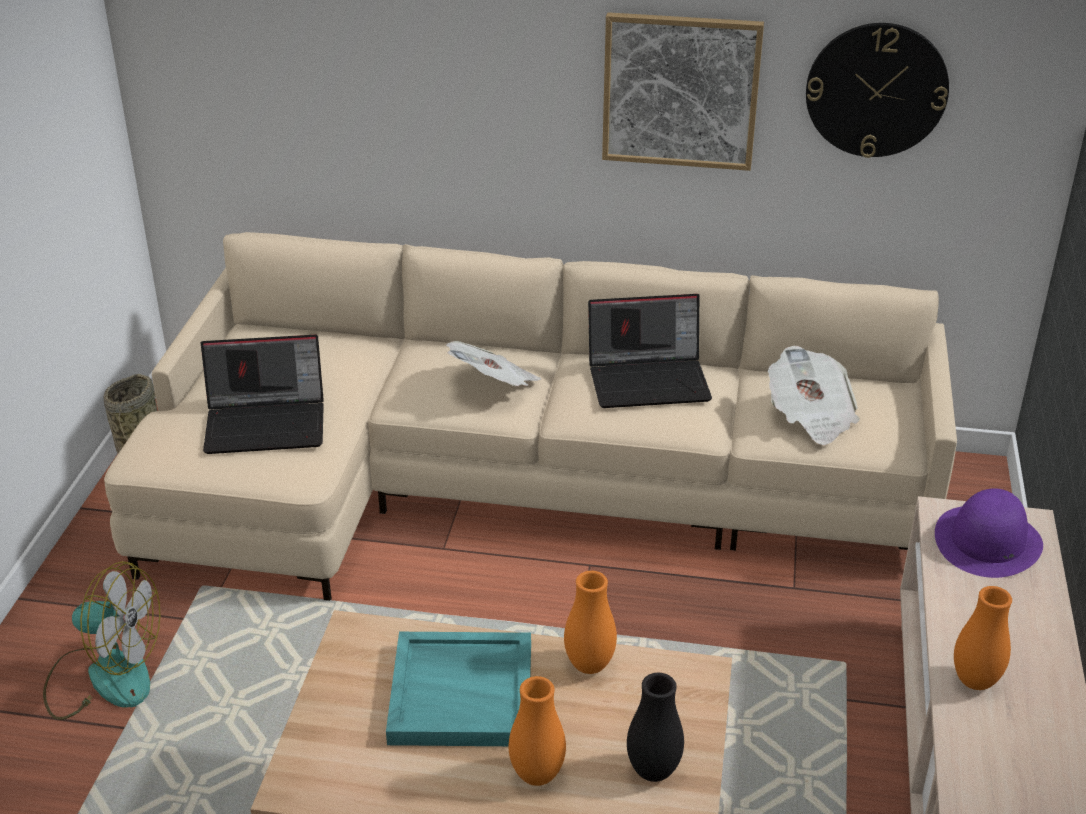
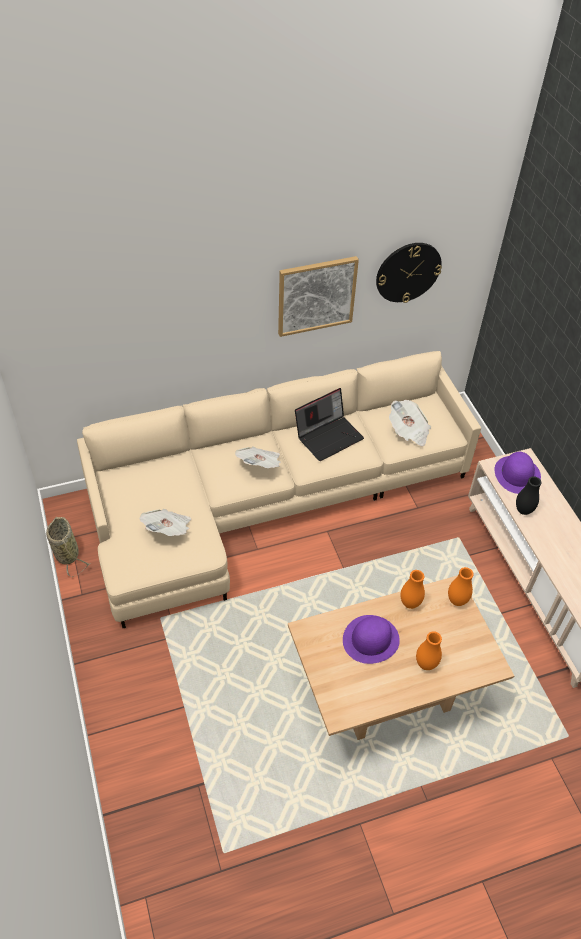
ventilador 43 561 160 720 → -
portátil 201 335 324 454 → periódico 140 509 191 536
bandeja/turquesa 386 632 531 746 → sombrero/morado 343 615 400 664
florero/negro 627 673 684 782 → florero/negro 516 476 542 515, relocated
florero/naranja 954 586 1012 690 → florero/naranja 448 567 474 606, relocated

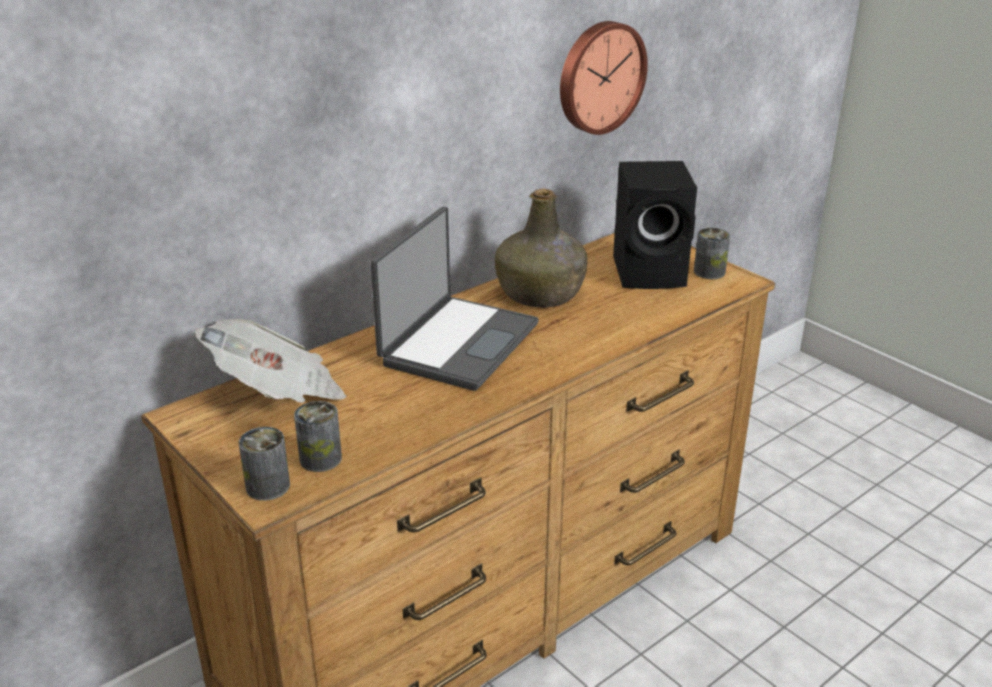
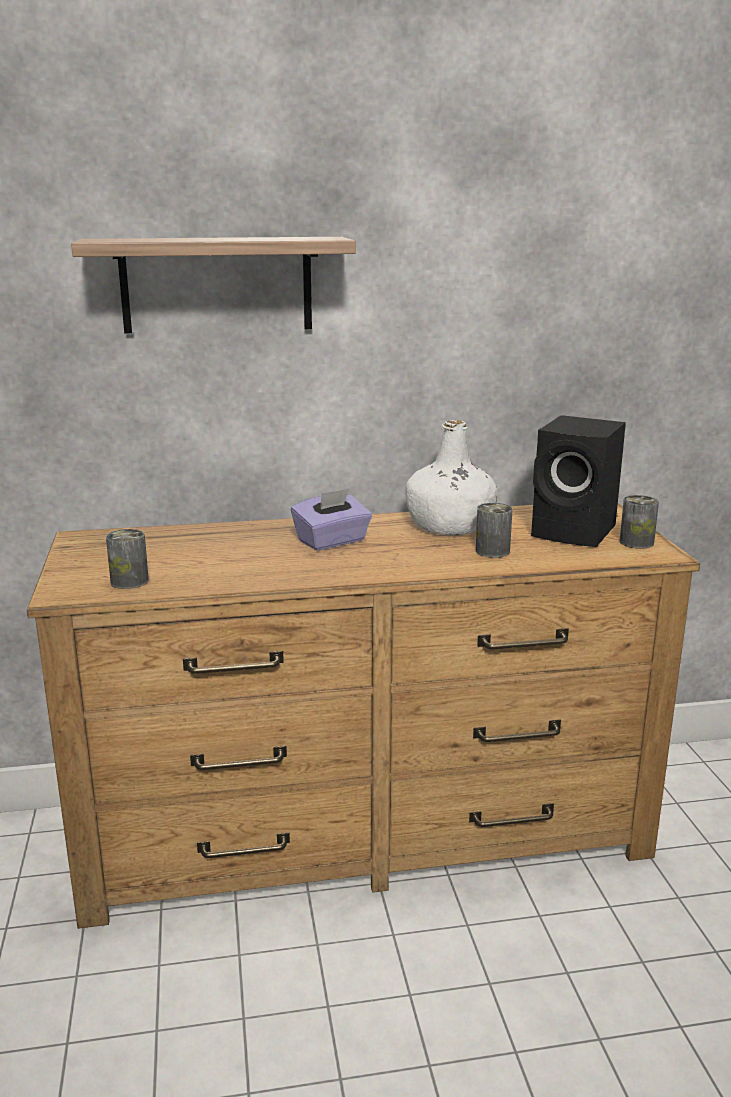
periódico 195 319 347 403 → -
lata 239 427 290 501 → lata 476 503 512 558, relocated
portátil 370 206 538 391 → caja de pañuelos/morado 291 489 372 551
botella/verde 495 188 588 308 → botella/blanco 405 420 498 535
reloj de pared 560 21 648 135 → -
- → estante 71 237 356 334

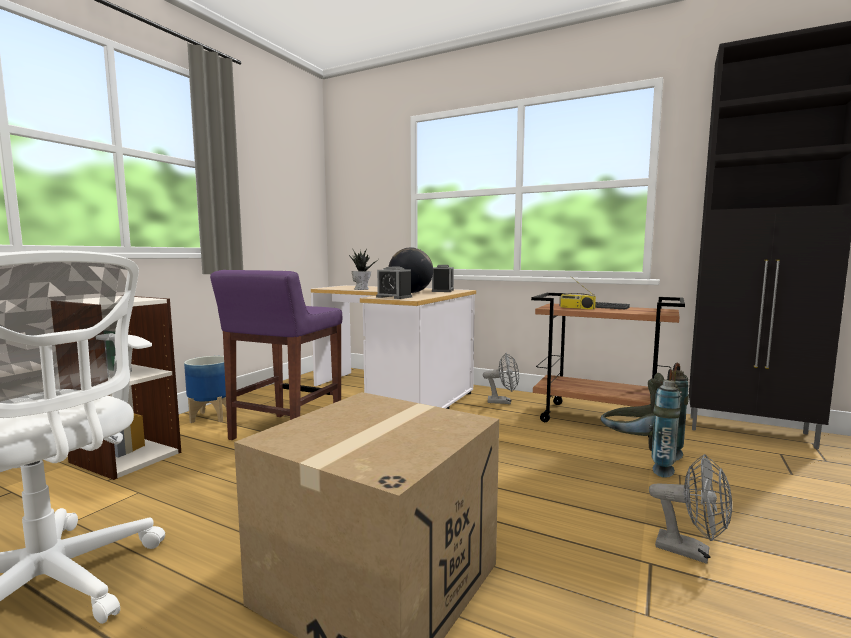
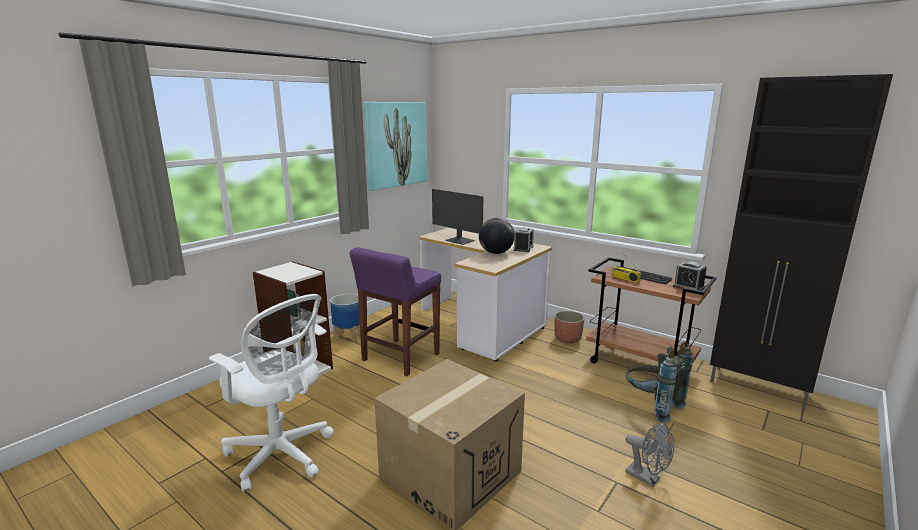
planta en maceta 349 248 376 290 → monitor 432 189 483 245
despertador 376 266 412 299 → despertador 673 261 707 291, relocated
ventilador/gris 483 353 519 404 → maceta 554 311 584 344
- → cuadro 363 102 427 191

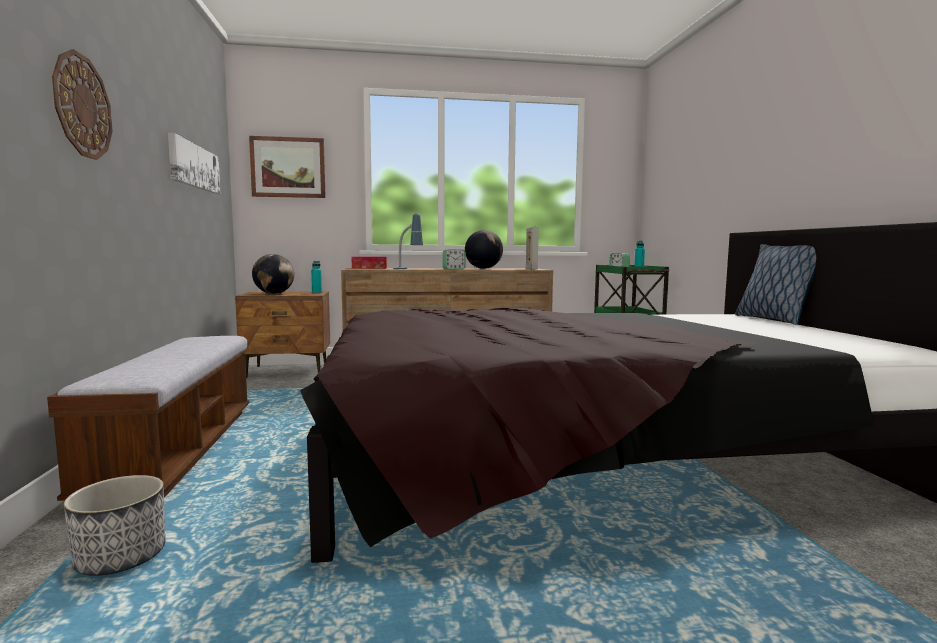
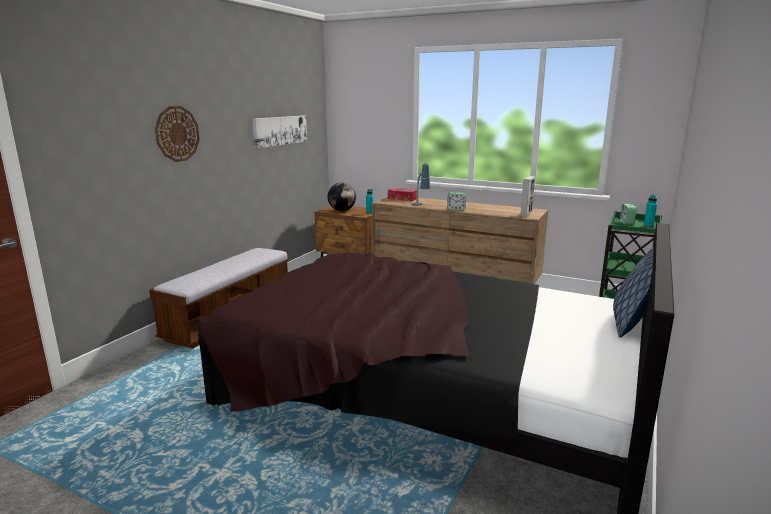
maceta 64 475 166 576 → -
cuadro 249 136 326 198 → -
globo terráqueo 465 230 503 269 → -

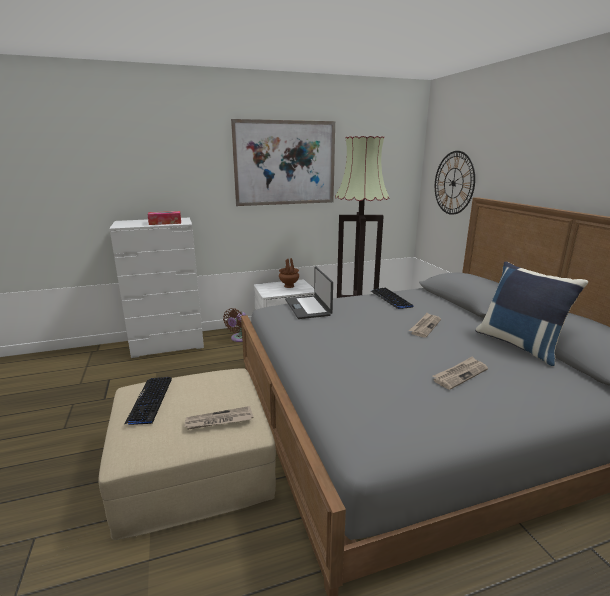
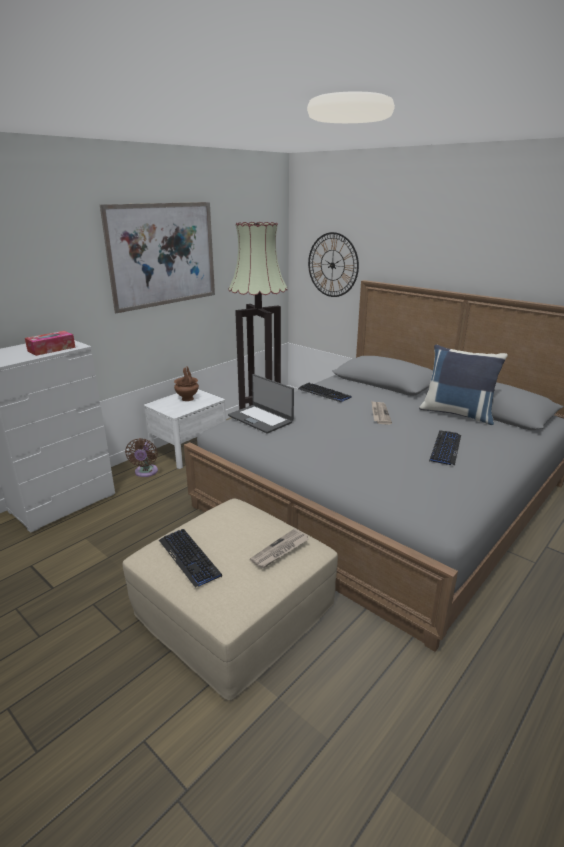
periódico 432 357 488 390 → teclado 429 430 461 466

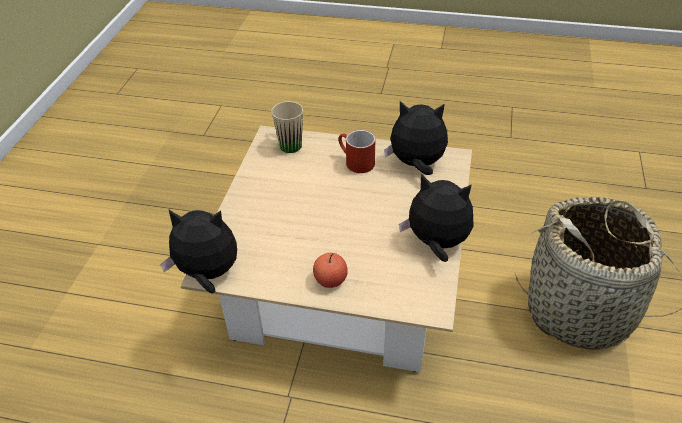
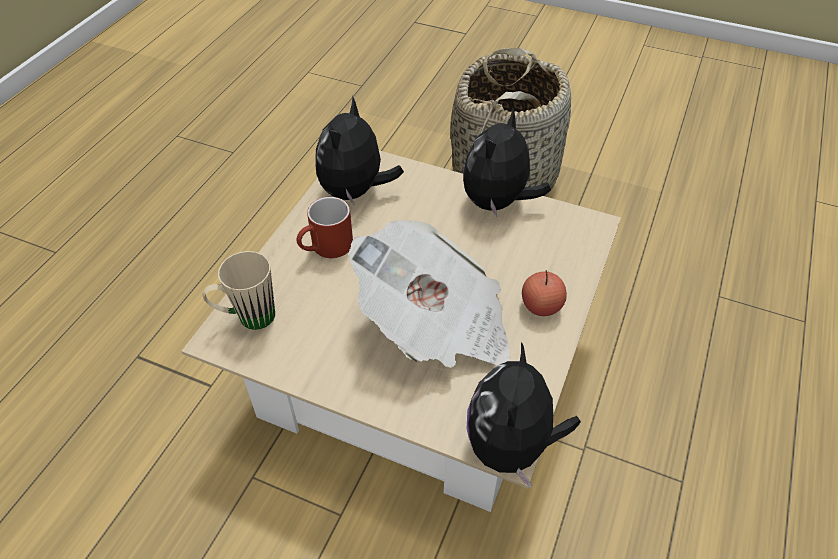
- → periódico 349 220 511 368

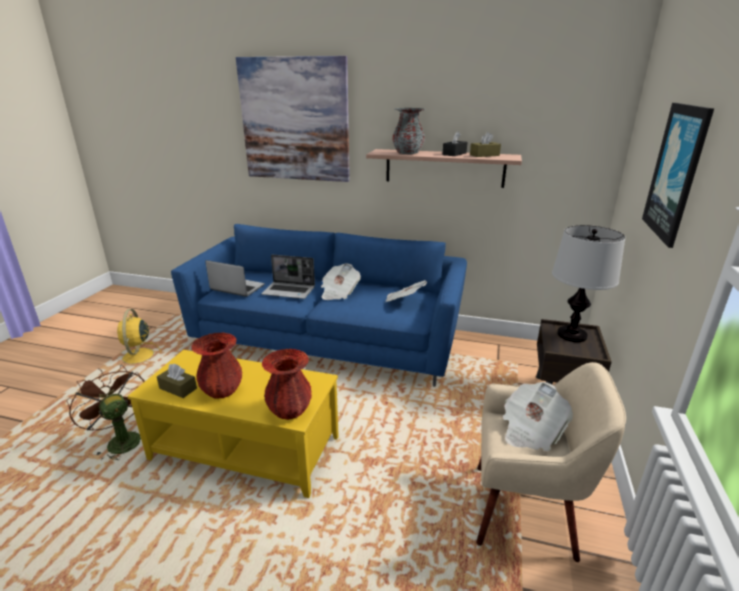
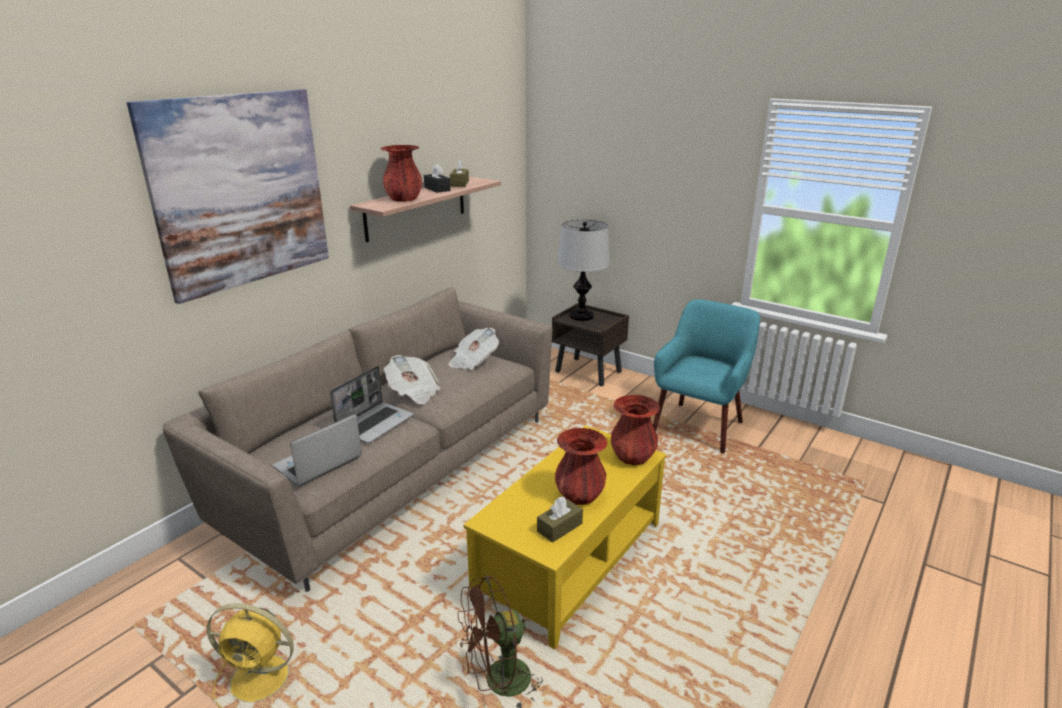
sofá/azul 171 224 467 387 → sofá/beis 163 287 552 592
florero/gris 393 108 425 154 → florero/rojo 381 145 422 202
sillón/beis 476 362 626 562 → sillón/turquesa 653 299 760 453
periódico 503 382 573 451 → -
cuadro 642 103 714 248 → -

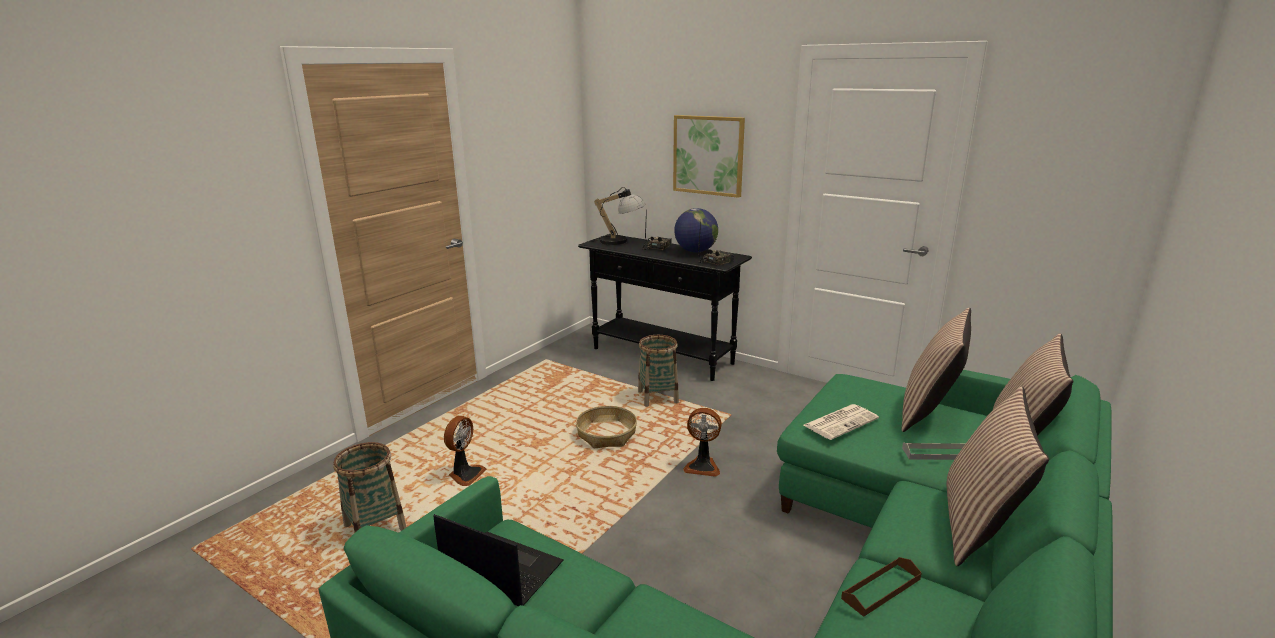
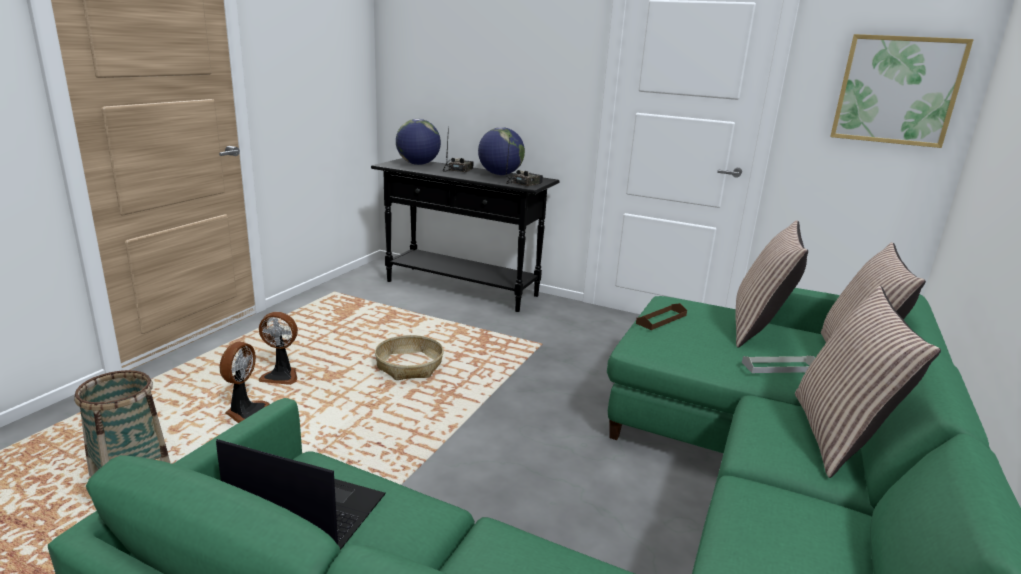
lámpara de mesa 590 187 646 245 → globo terráqueo 396 119 441 165
cesta 638 335 679 407 → -
cuadro 673 115 745 198 → cuadro 830 34 974 148, relocated
ventilador 683 408 722 477 → ventilador 259 312 298 385, relocated
periódico 804 404 879 440 → -
bandeja/marrón 841 557 922 617 → bandeja/marrón 636 303 687 330, relocated

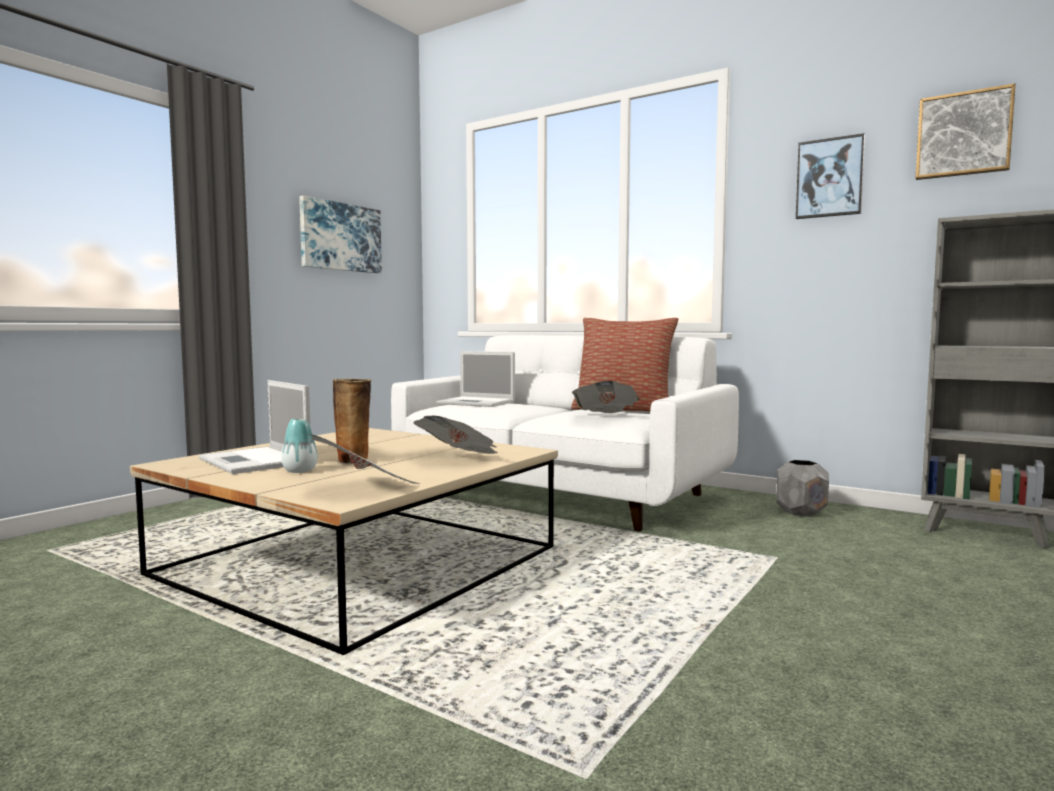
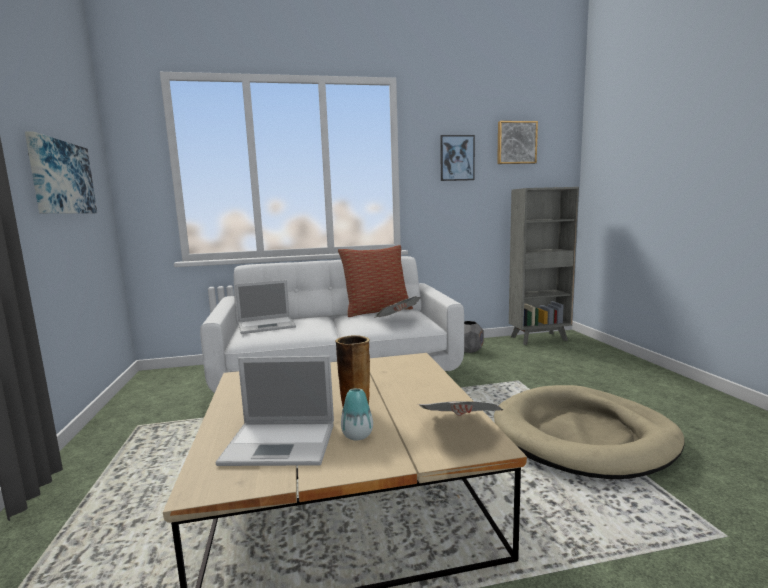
periódico 413 416 498 454 → -
- → cama para perro/beis 494 385 685 479

